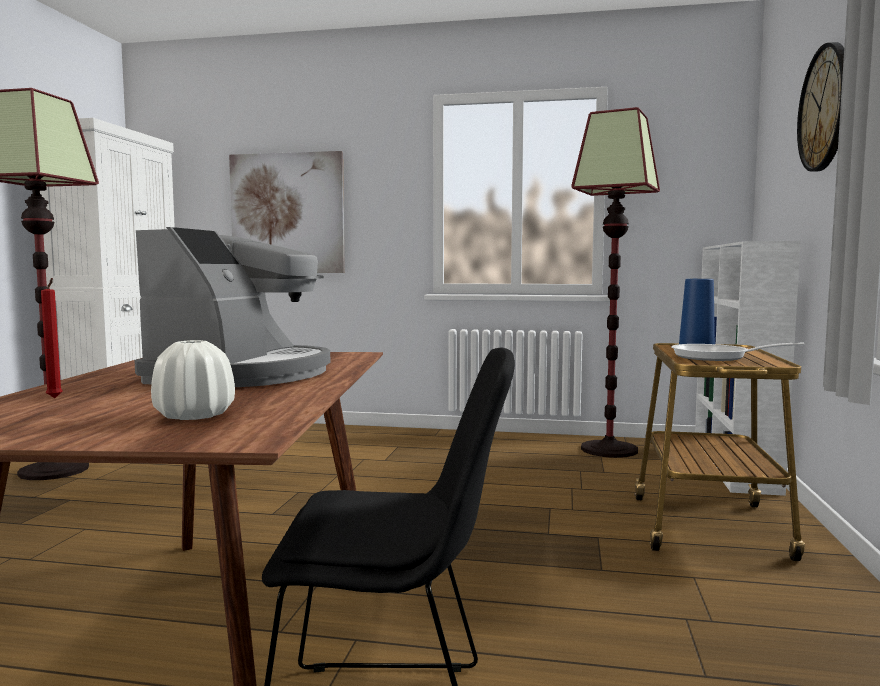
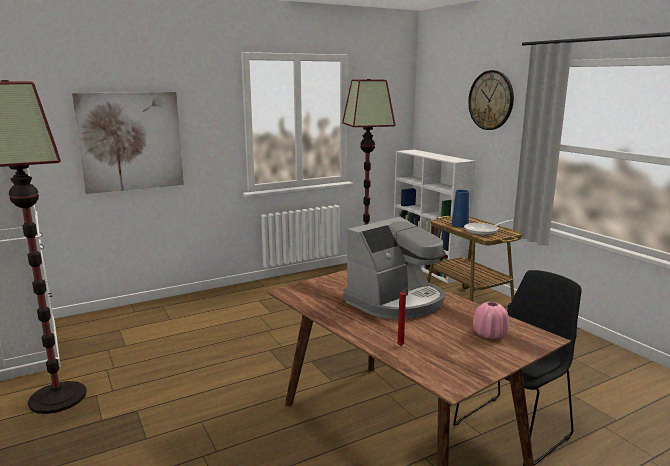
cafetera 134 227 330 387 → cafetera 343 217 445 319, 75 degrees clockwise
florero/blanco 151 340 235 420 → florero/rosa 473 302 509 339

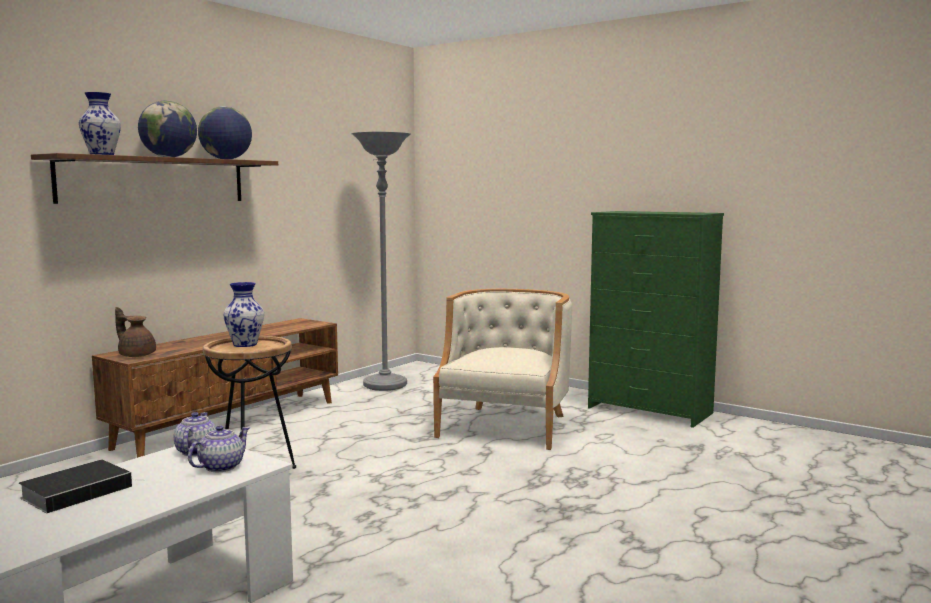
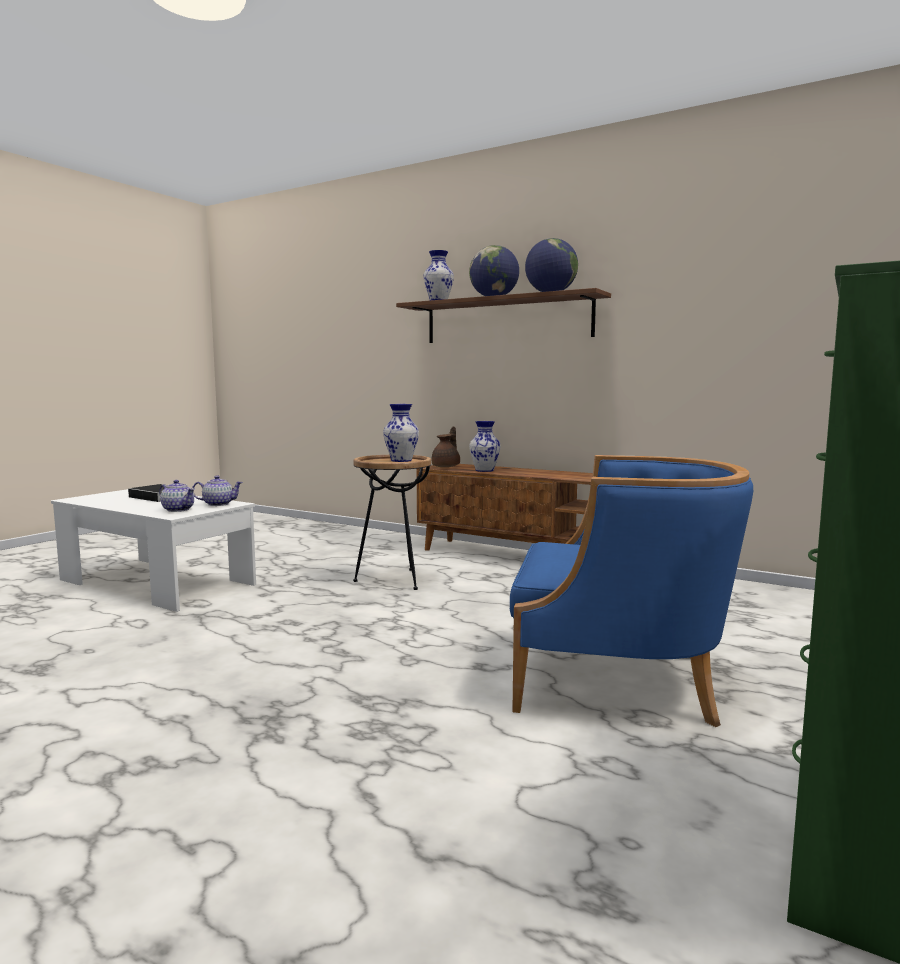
lámpara de pie/gris 351 132 411 391 → -
sillón/beis 433 289 572 450 → sillón/azul 510 455 753 727
- → florero 469 421 501 472

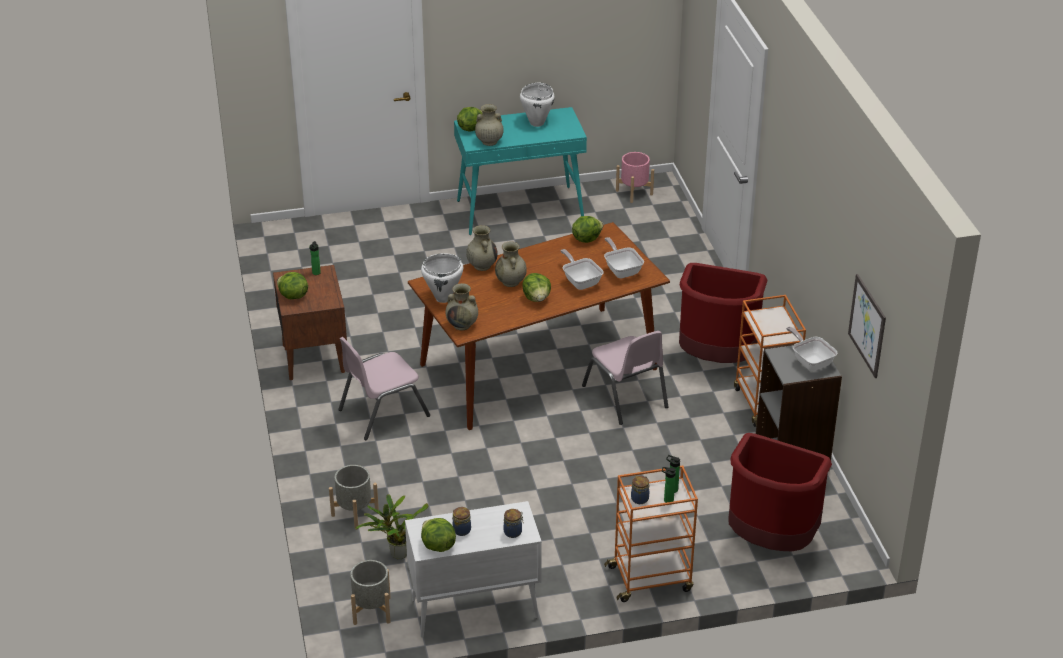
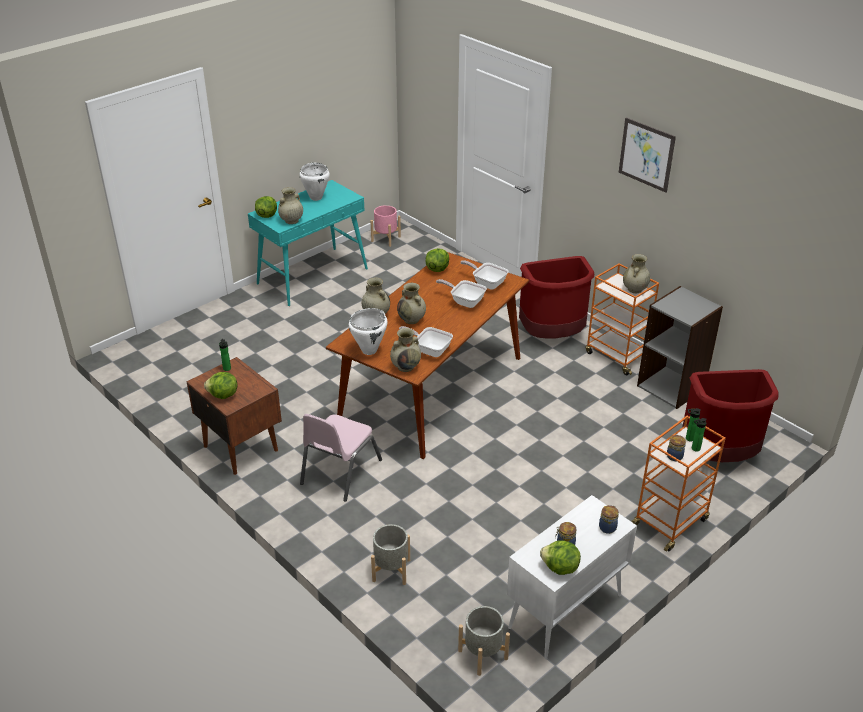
planta en maceta 355 494 429 559 → -
lechuga 522 273 551 302 → -
silla/rosa 582 331 668 425 → -
sartén 786 327 837 371 → sartén 399 326 453 357, relocated
cuadro 848 274 886 378 → cuadro 619 117 676 193, relocated
- → florero/beis 623 254 650 293

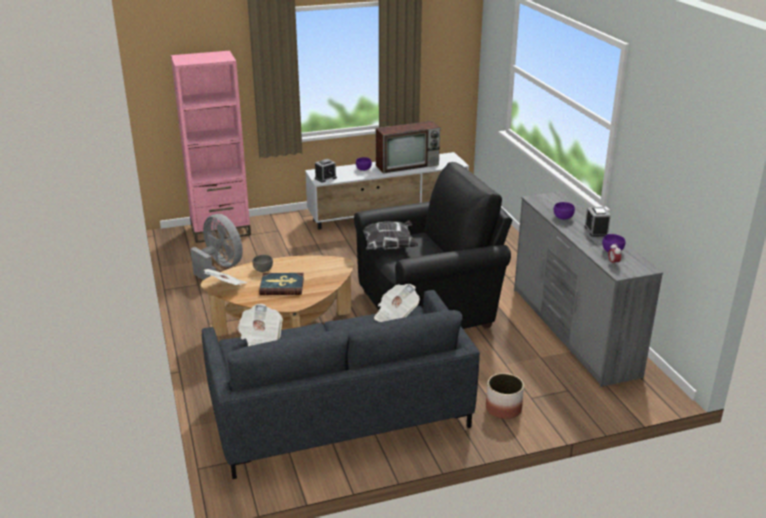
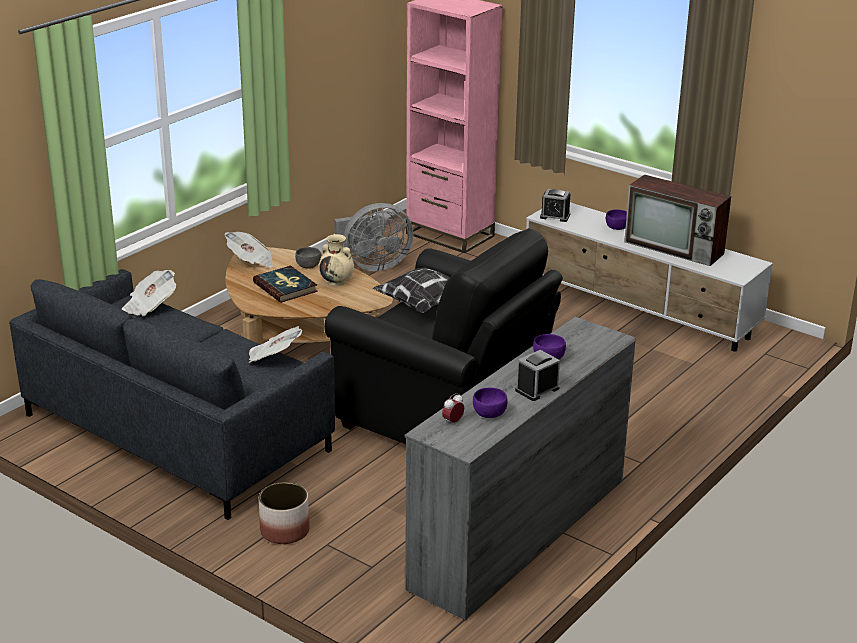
ventilador/gris 190 214 243 280 → ventilador/gris 334 203 413 271, 60 degrees clockwise
- → florero/beis 319 234 354 286

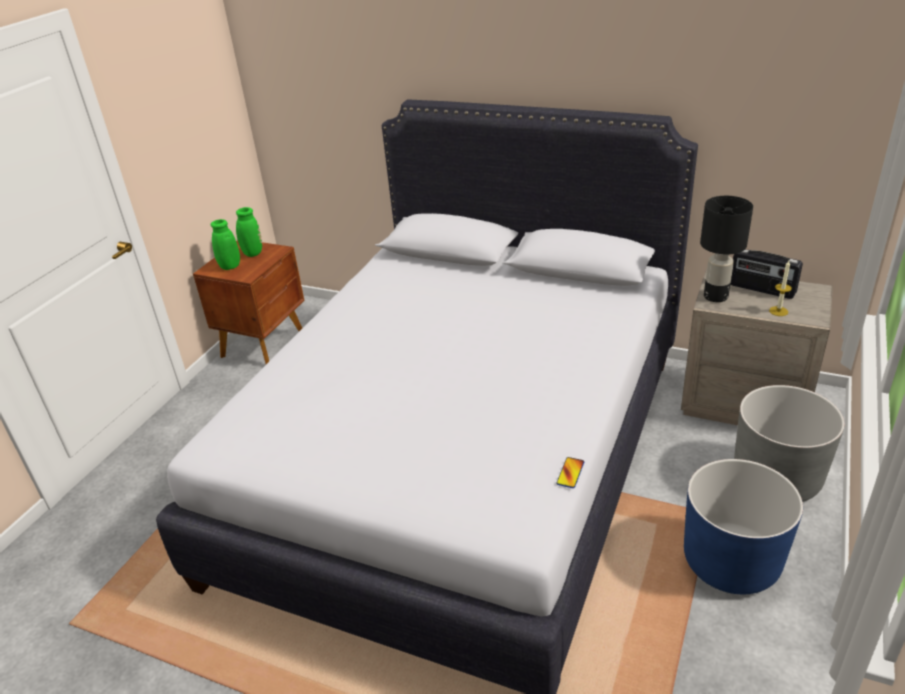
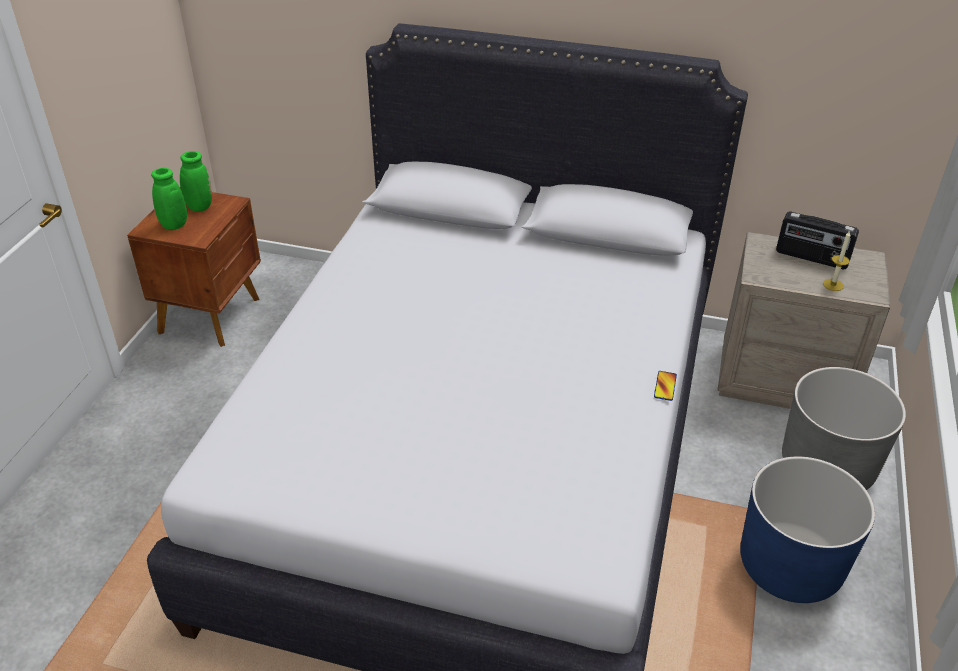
móvil 556 457 584 488 → móvil 654 371 677 401, relocated
lámpara de mesa/negro 700 196 753 302 → -

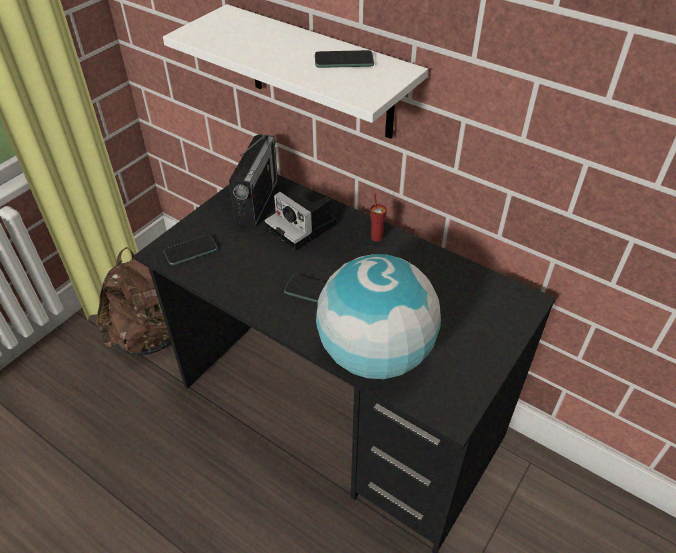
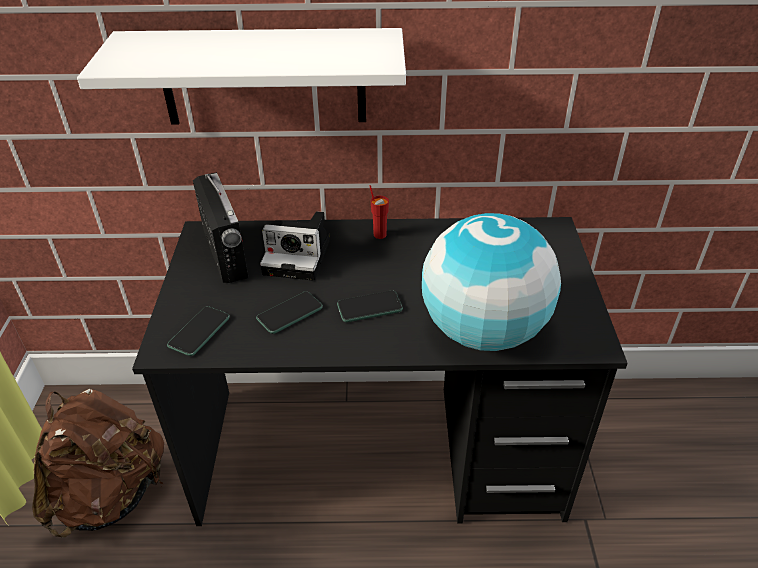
móvil 315 50 374 68 → móvil 256 291 323 334, relocated

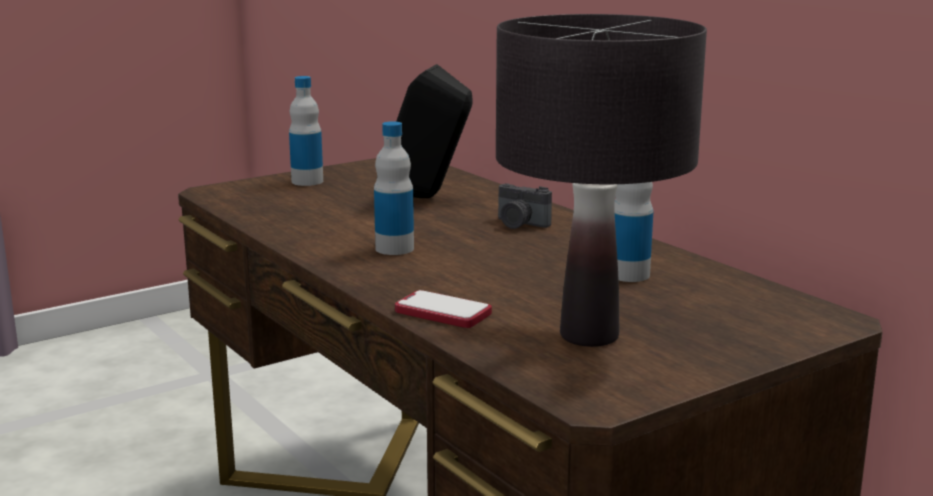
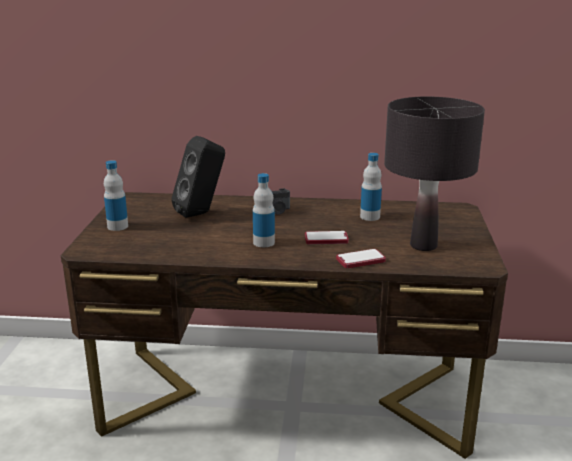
- → móvil 305 231 349 244

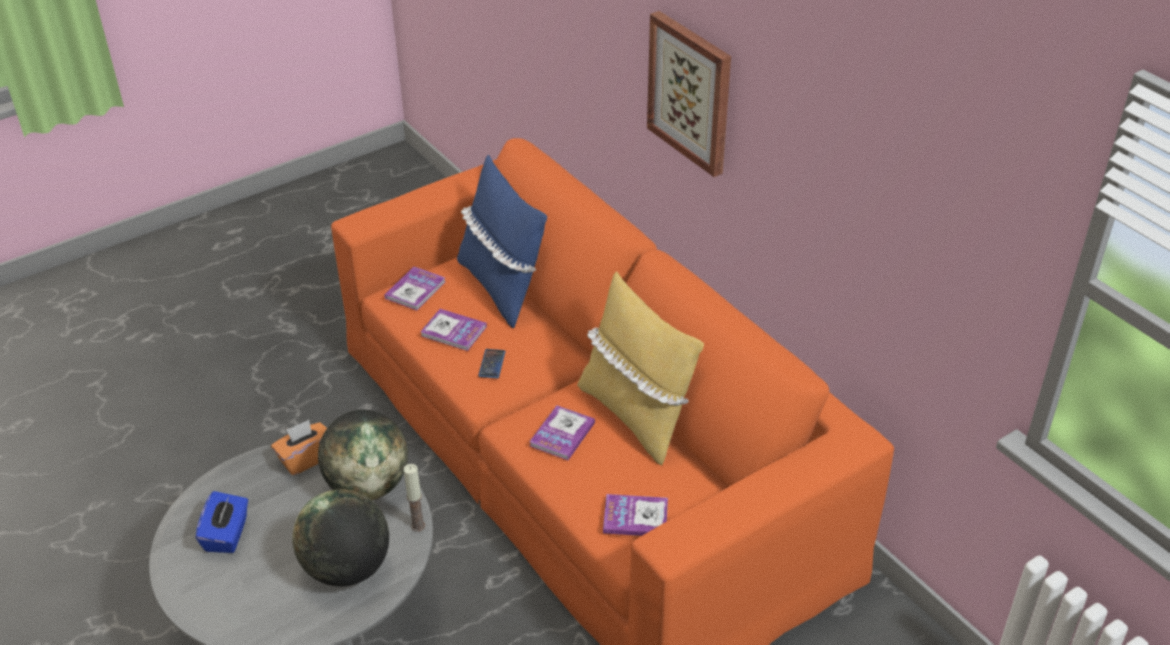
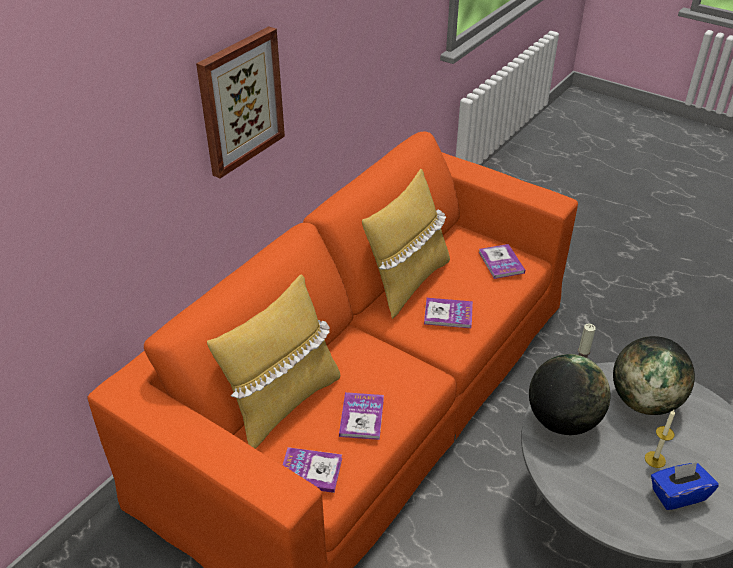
caja de pañuelos/naranja 271 420 327 475 → -
cojín/azul 457 155 547 328 → cojín/amarillo 207 274 340 448
móvil 478 349 506 378 → -
- → vela 645 410 675 468

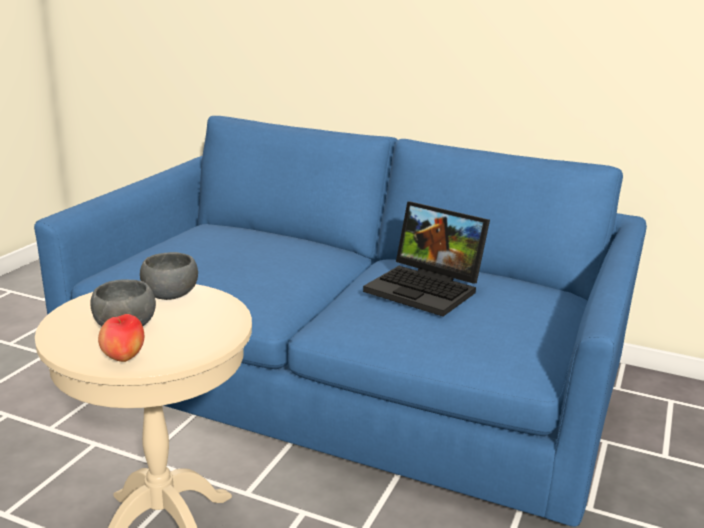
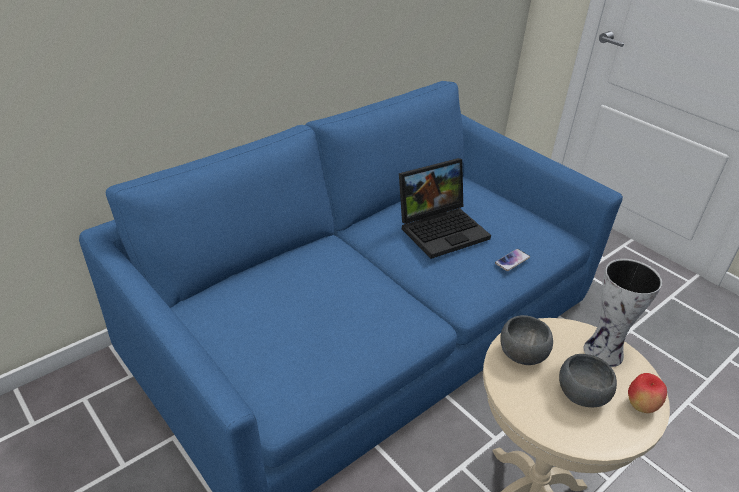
- → móvil 495 249 530 271
- → florero 584 259 662 367

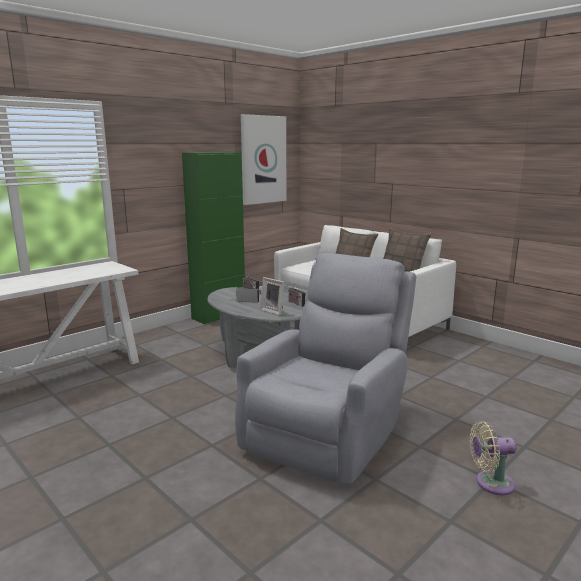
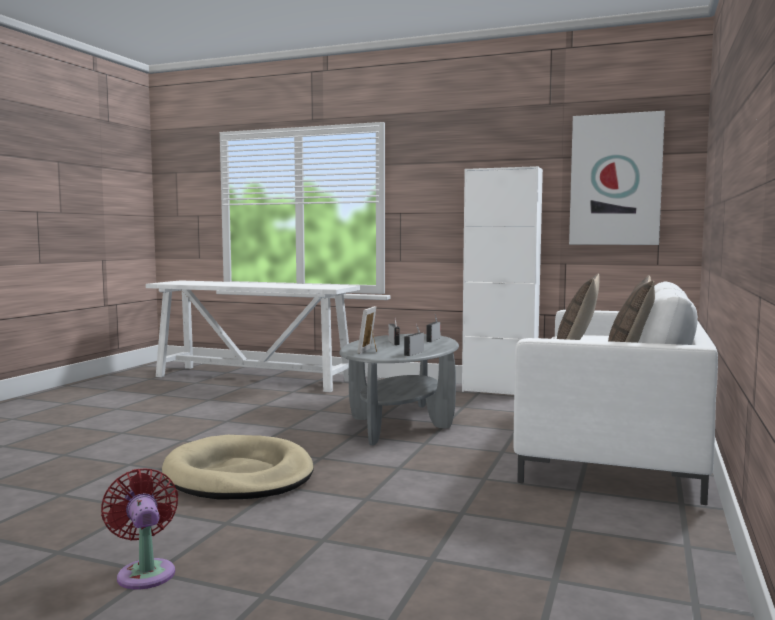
armario/verde 182 152 245 324 → armario/blanco 462 166 543 395
sillón/gris 235 253 416 484 → cama para perro/beis 162 435 314 500
ventilador/beis 470 421 517 495 → ventilador/rojo 101 469 178 590

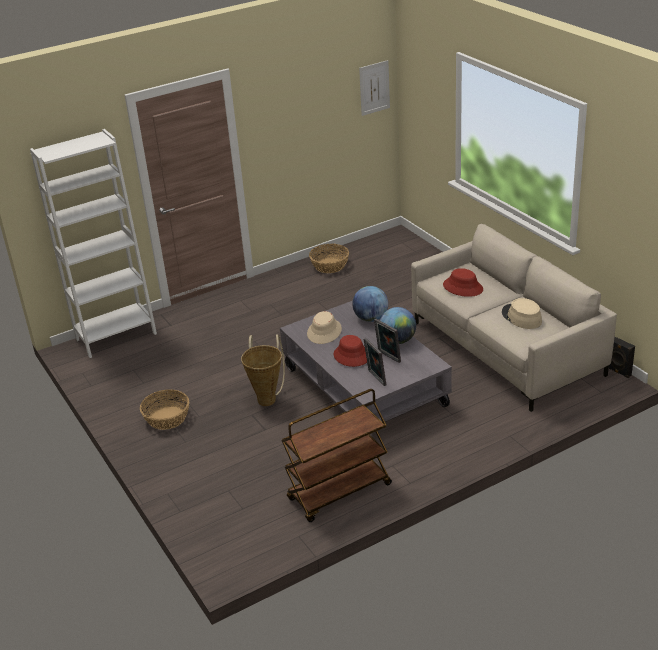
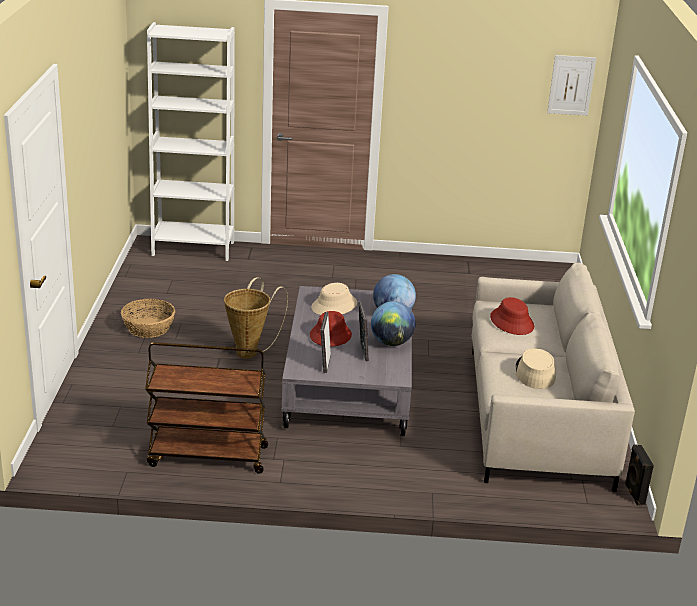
cesta 309 244 349 273 → -

